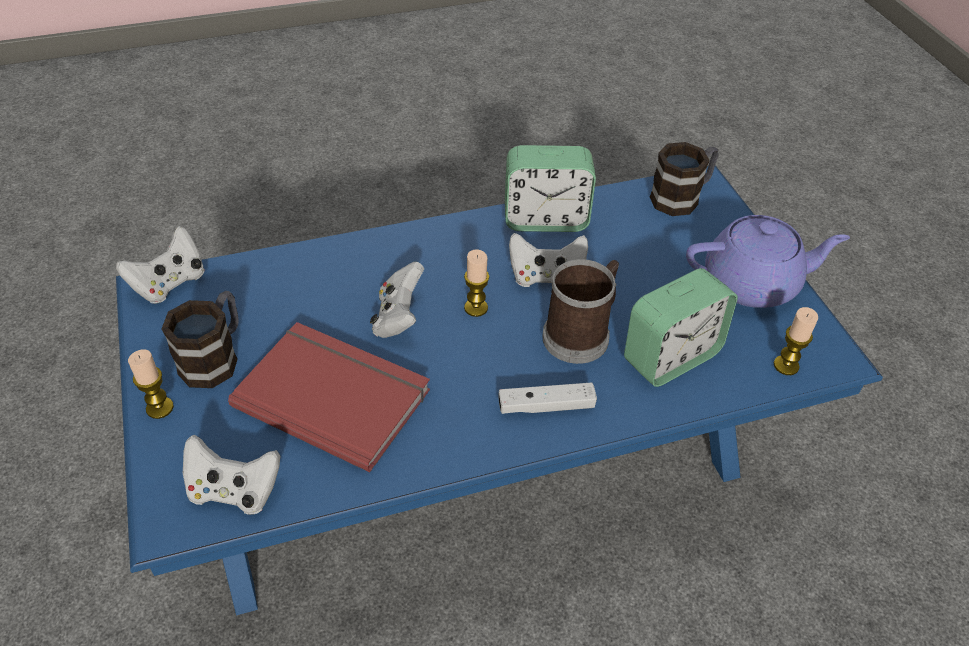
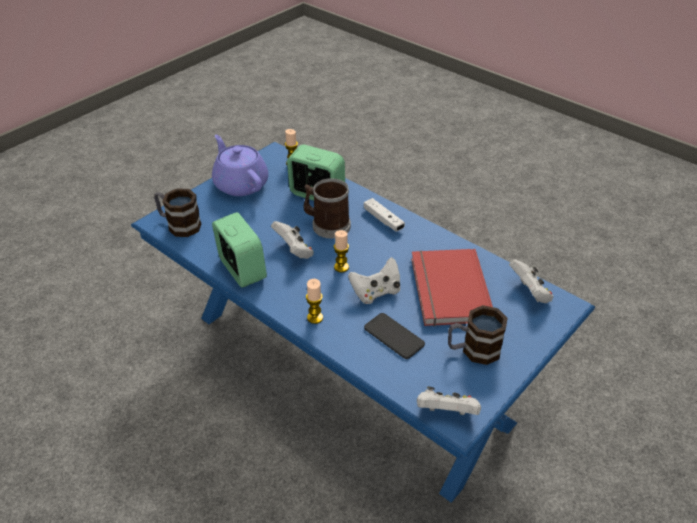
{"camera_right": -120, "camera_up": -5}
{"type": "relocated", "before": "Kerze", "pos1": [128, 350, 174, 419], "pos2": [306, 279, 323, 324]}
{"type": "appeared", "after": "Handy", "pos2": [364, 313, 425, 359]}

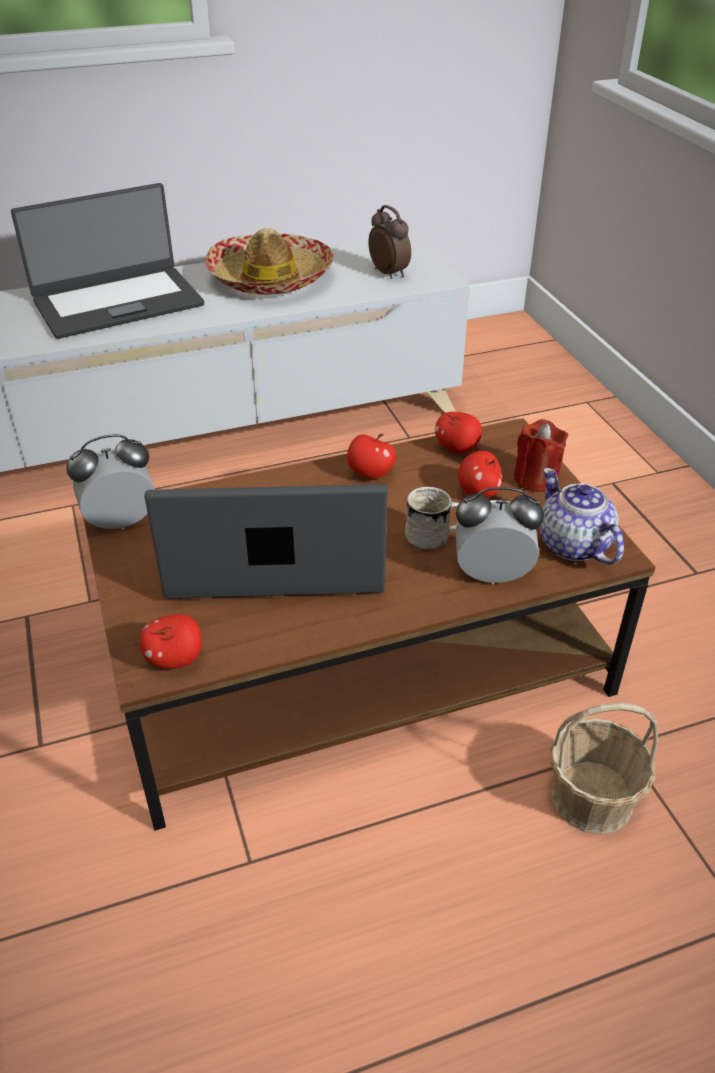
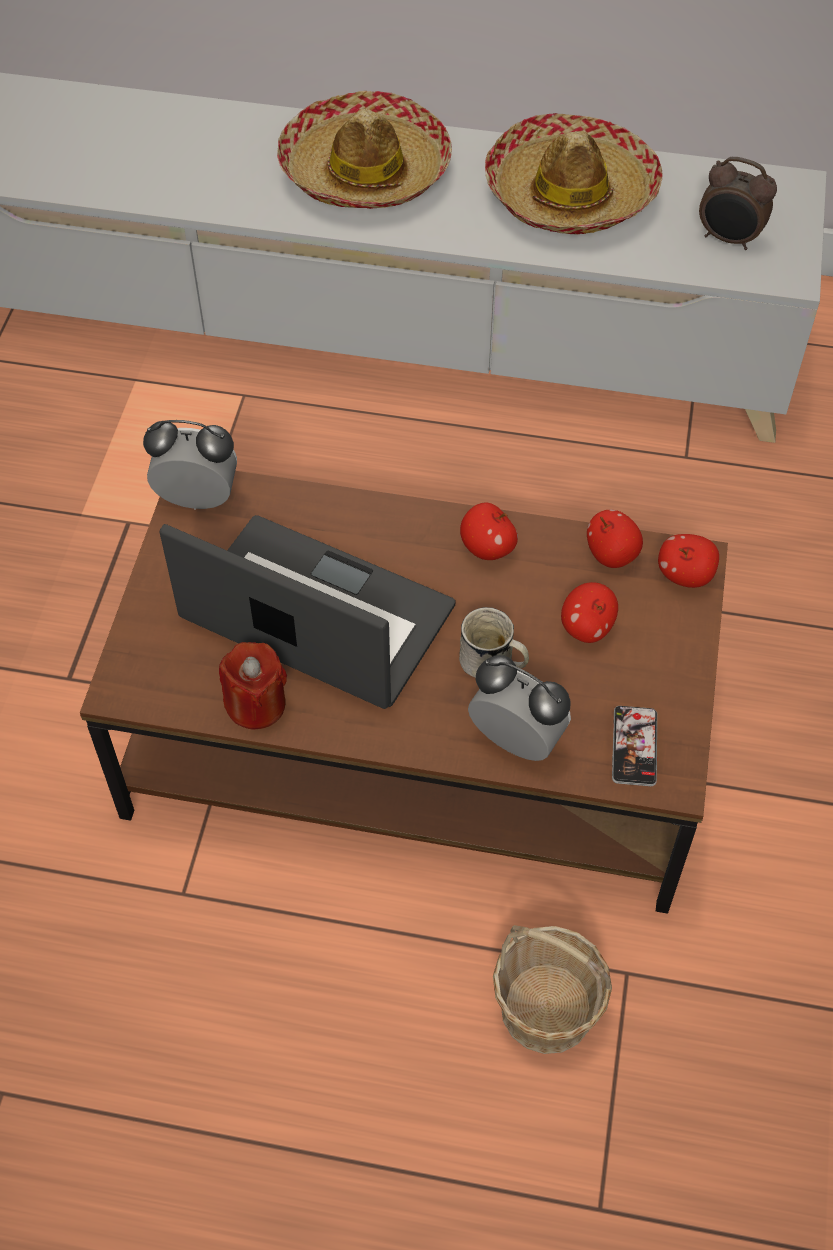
{"camera_right": 30, "camera_up": 15}
{"type": "relocated", "before": "Kerze (rot)", "pos1": [514, 419, 568, 492], "pos2": [219, 642, 287, 729]}
{"type": "exchanged", "before": "Laptop", "after": "Hut", "pos1": [11, 183, 204, 339], "pos2": [277, 91, 452, 209]}
{"type": "exchanged", "before": "Teekanne", "after": "Handy", "pos1": [539, 468, 624, 565], "pos2": [612, 706, 657, 786]}
{"type": "relocated", "before": "Apfel", "pos1": [140, 614, 202, 669], "pos2": [658, 534, 719, 588]}
{"type": "spun", "before": "Wecker", "pos1": [368, 205, 411, 279], "pos2": [699, 157, 777, 250], "turn": 120}

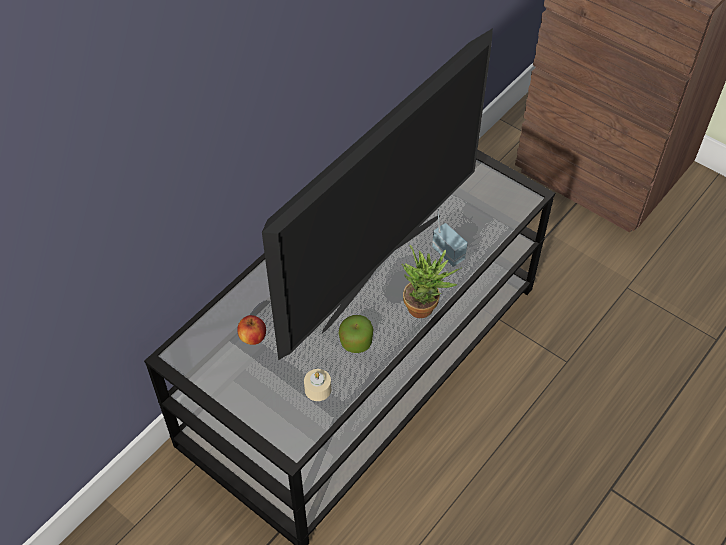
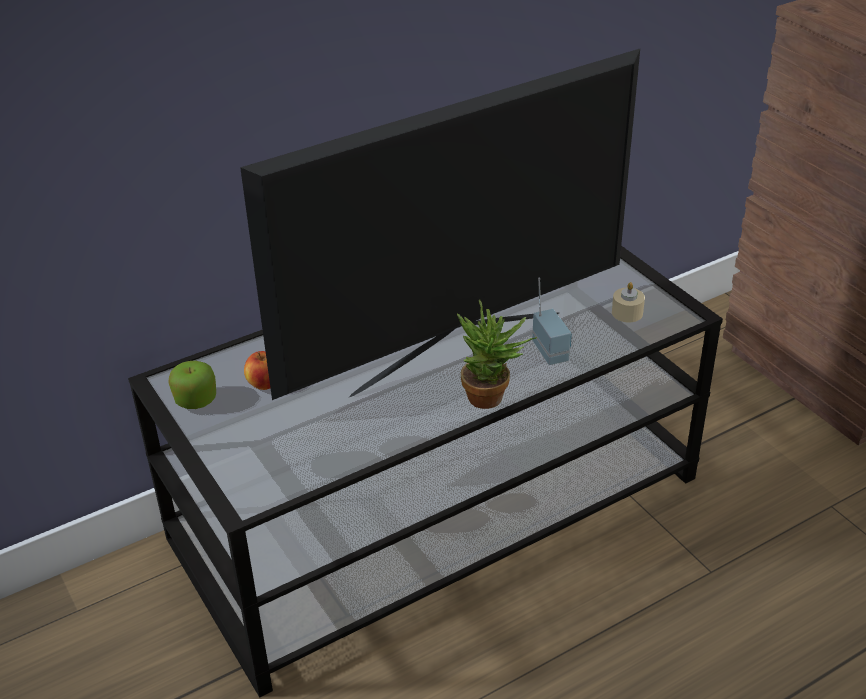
{"camera_right": 20, "camera_up": -15}
{"type": "relocated", "before": "Apfel", "pos1": [339, 315, 373, 353], "pos2": [168, 361, 216, 409]}
{"type": "relocated", "before": "Kerze (beige)", "pos1": [304, 369, 331, 401], "pos2": [612, 282, 645, 322]}

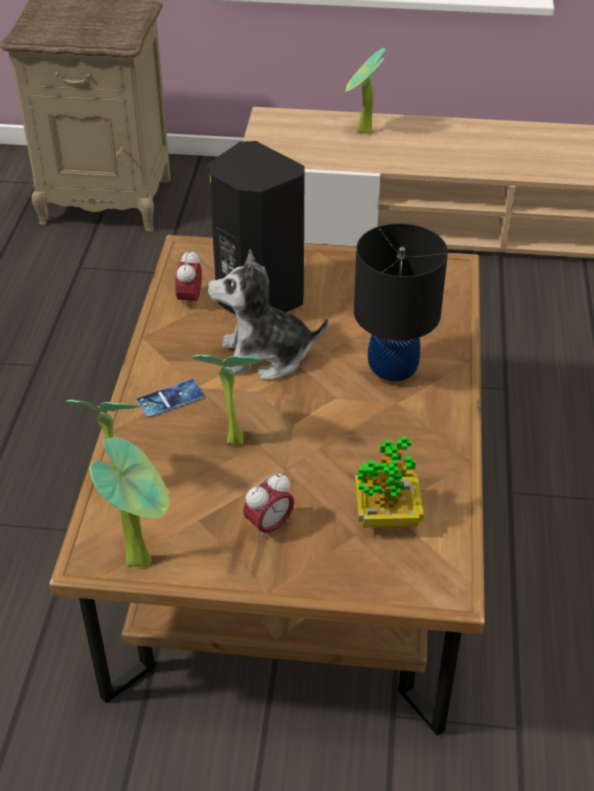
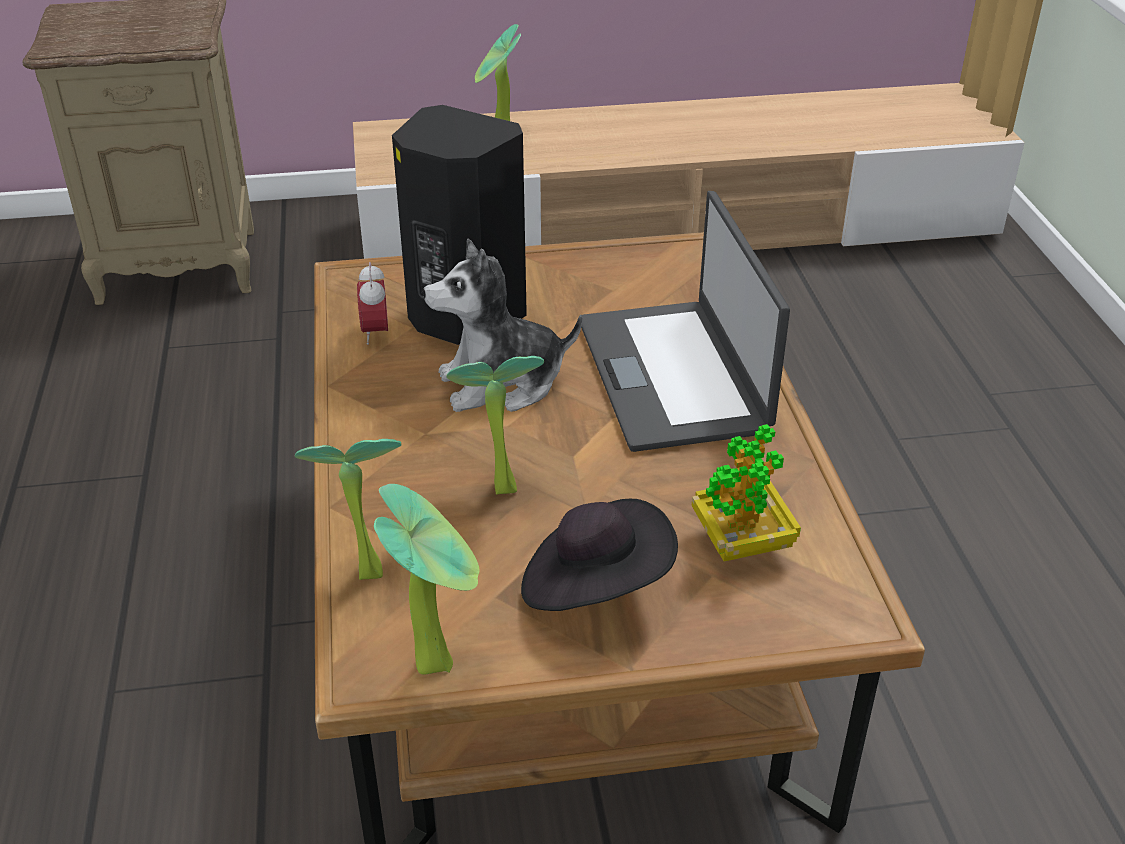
{"camera_right": -15, "camera_up": -5}
{"type": "exchanged", "before": "Wecker", "after": "Hut (schwarz)", "pos1": [243, 473, 294, 540], "pos2": [521, 499, 678, 611]}
{"type": "exchanged", "before": "Tischlampe (schwarz)", "after": "Laptop", "pos1": [354, 223, 448, 382], "pos2": [581, 191, 790, 452]}
{"type": "missing", "before": "Handy", "pos1": [137, 379, 205, 417]}

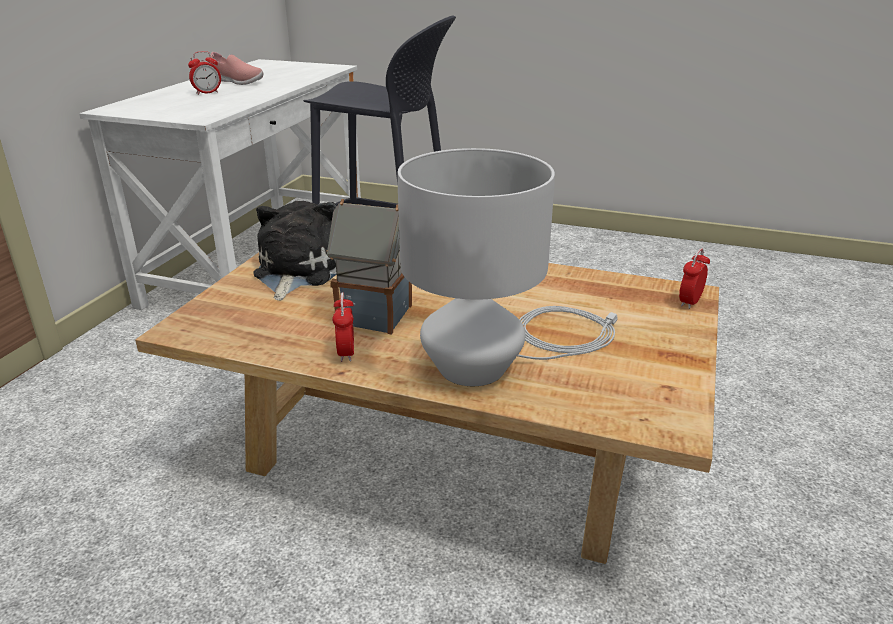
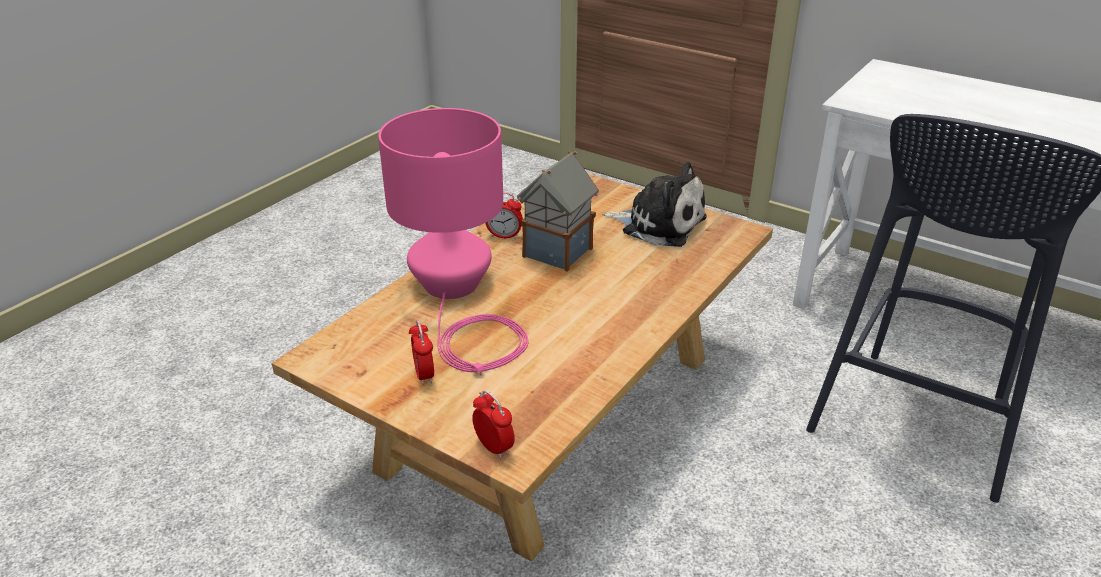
{"camera_right": 105, "camera_up": 5}
{"type": "colour", "before": "Tischlampe (grau)", "after": "Tischlampe (rosa)", "pos1": [398, 148, 617, 386], "pos2": [378, 108, 528, 376]}
{"type": "relocated", "before": "Wecker", "pos1": [188, 51, 221, 95], "pos2": [409, 320, 434, 385]}
{"type": "missing", "before": "Schuh (rosa)", "pos1": [209, 52, 263, 85]}

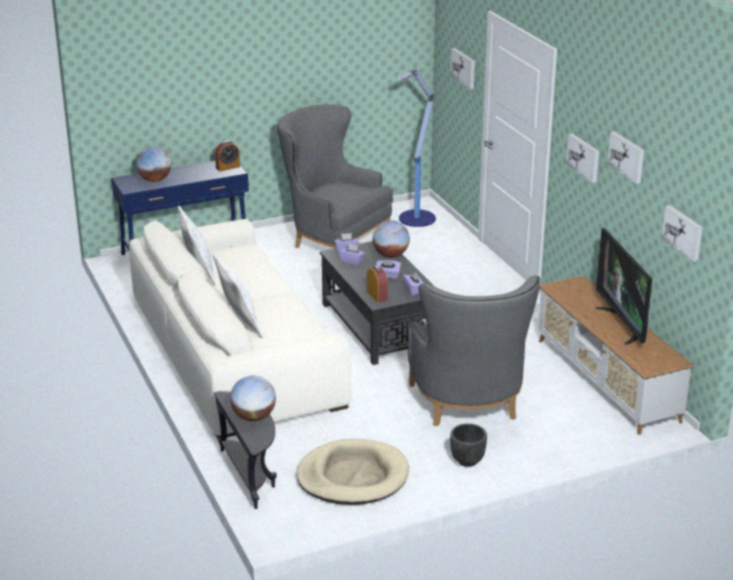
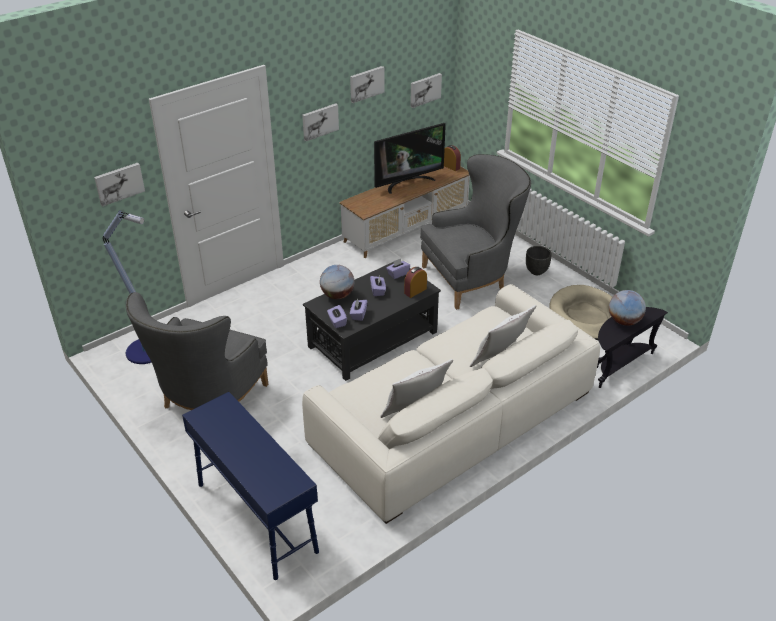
{"camera_right": -105, "camera_up": 10}
{"type": "relocated", "before": "Wecker", "pos1": [215, 141, 240, 171], "pos2": [444, 145, 461, 171]}
{"type": "missing", "before": "Globus", "pos1": [136, 147, 171, 182]}

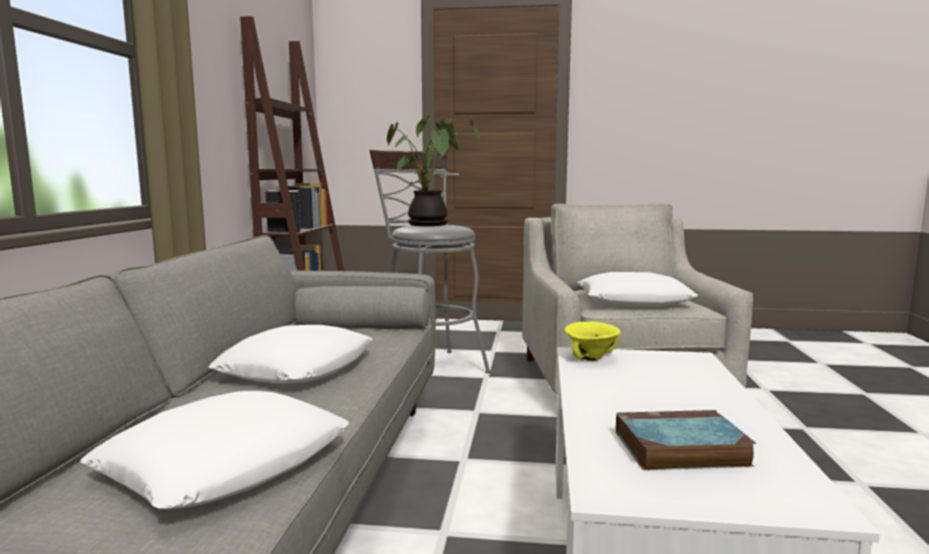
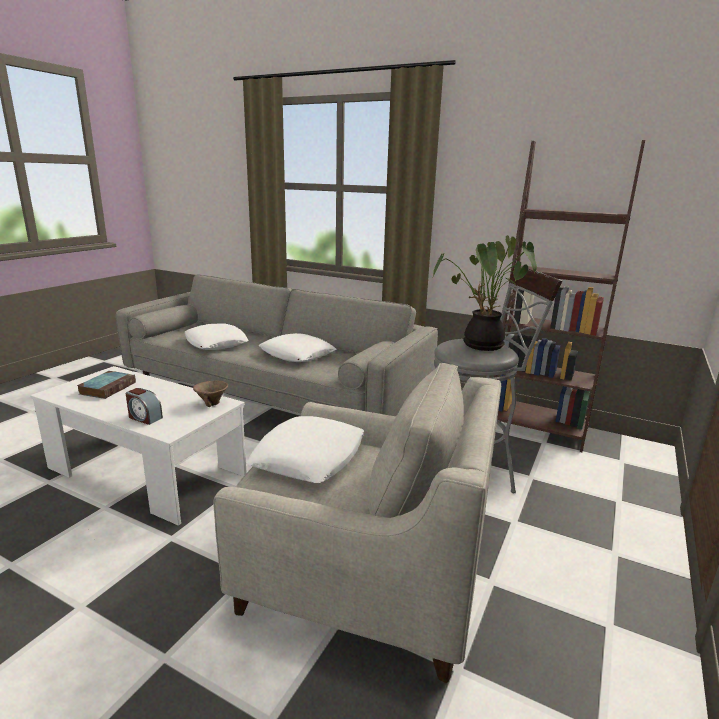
{"camera_right": 110, "camera_up": 10}
{"type": "appeared", "after": "Wecker", "pos2": [126, 388, 163, 425]}
{"type": "colour", "before": "Schüssel (gelb)", "after": "Schüssel (braun)", "pos1": [564, 322, 621, 361], "pos2": [193, 381, 228, 407]}

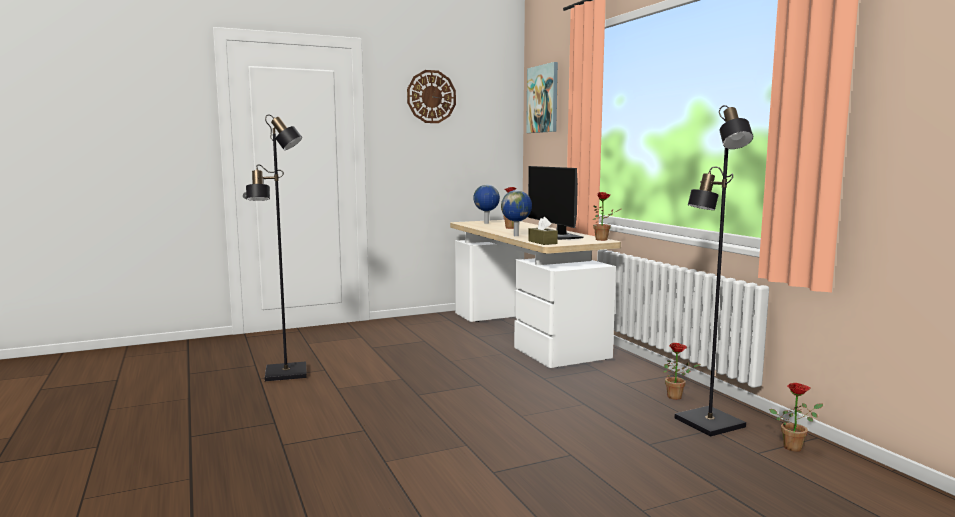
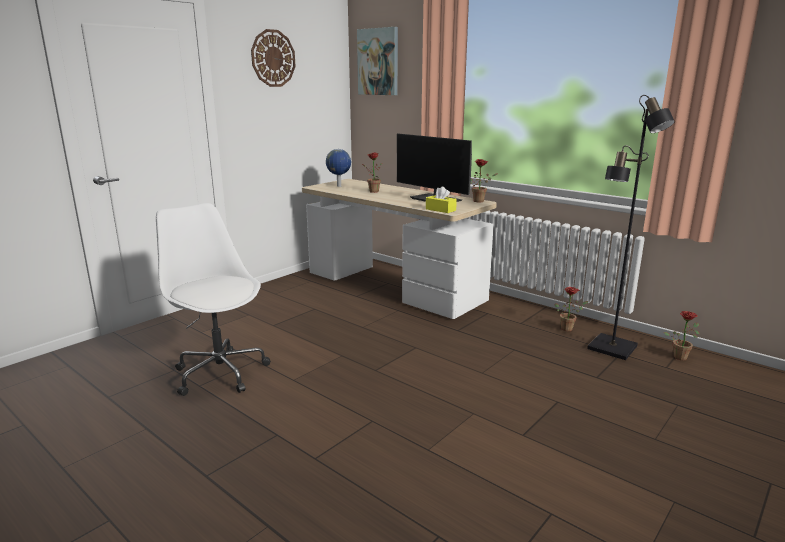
{"camera_right": -25, "camera_up": 10}
{"type": "exchanged", "before": "Stehlampe (schwarz)", "after": "Bürostuhl (weiß)", "pos1": [246, 114, 307, 381], "pos2": [156, 203, 271, 396]}
{"type": "colour", "before": "Taschentuchbox (braun)", "after": "Taschentuchbox (gelb)", "pos1": [528, 217, 558, 245], "pos2": [426, 186, 457, 213]}
{"type": "missing", "before": "Globus", "pos1": [501, 190, 532, 236]}

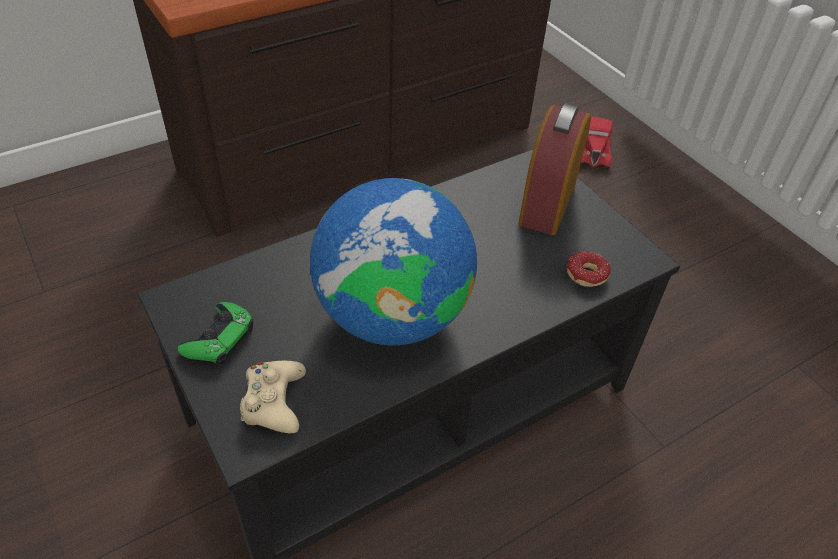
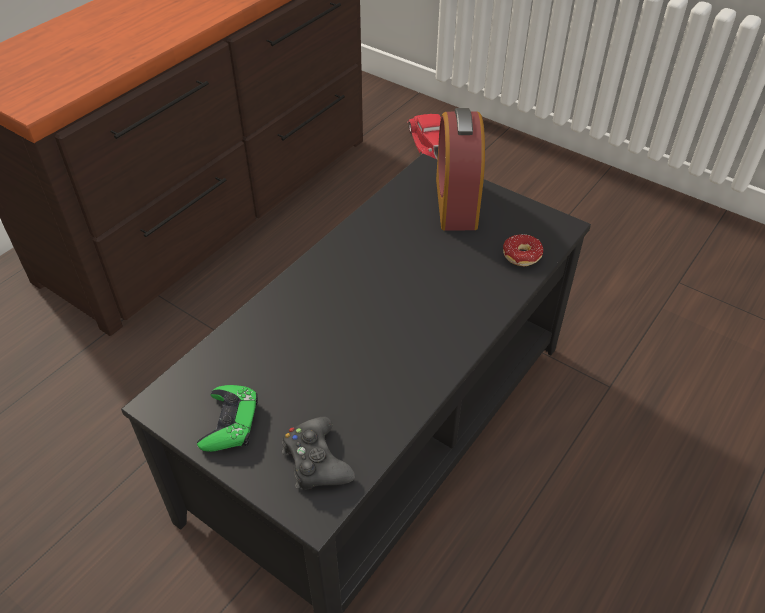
{"camera_right": -20, "camera_up": 0}
{"type": "colour", "before": "Gamepad (beige)", "after": "Gamepad (schwarz)", "pos1": [240, 361, 306, 433], "pos2": [282, 417, 355, 490]}
{"type": "missing", "before": "Globus", "pos1": [310, 178, 477, 345]}

